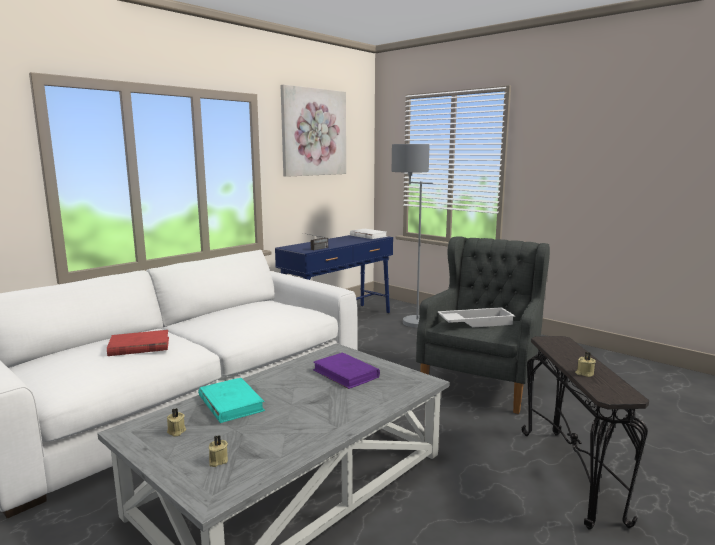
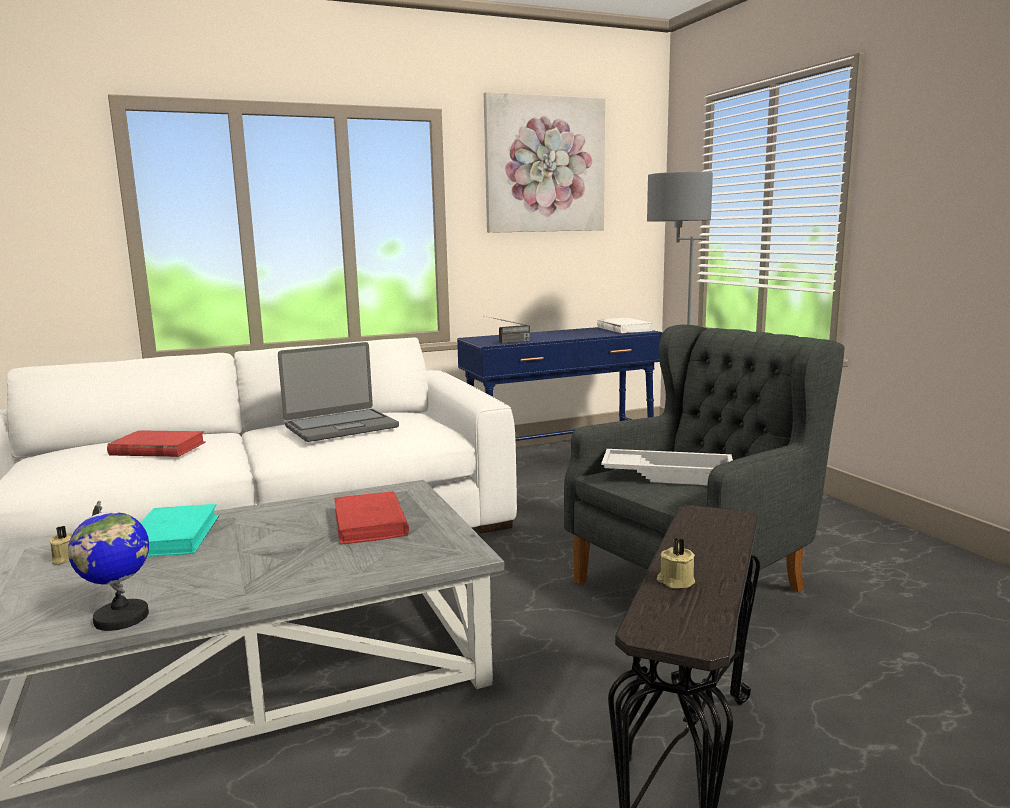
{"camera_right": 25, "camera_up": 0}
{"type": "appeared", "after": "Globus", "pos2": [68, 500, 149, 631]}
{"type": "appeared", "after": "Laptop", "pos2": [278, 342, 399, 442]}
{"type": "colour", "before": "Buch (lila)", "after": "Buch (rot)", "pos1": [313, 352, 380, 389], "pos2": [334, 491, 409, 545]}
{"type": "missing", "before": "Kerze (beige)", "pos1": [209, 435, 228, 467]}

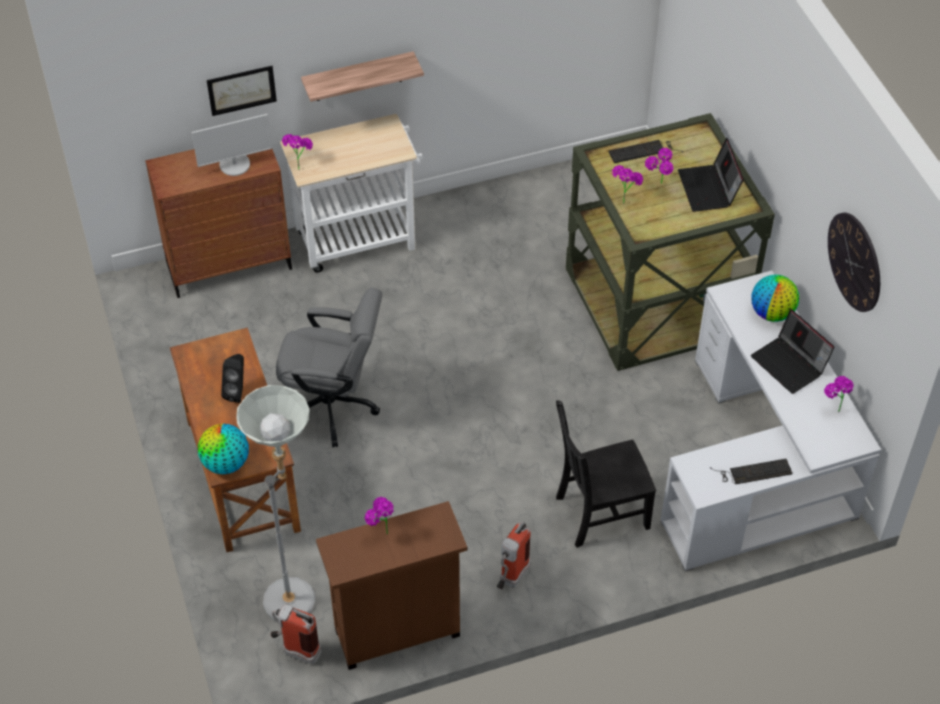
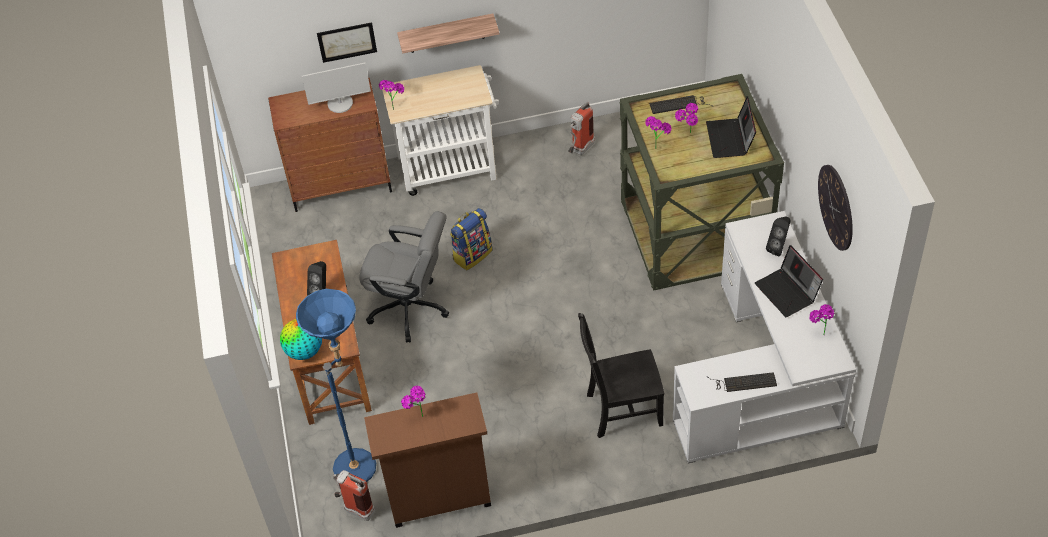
{"camera_right": 10, "camera_up": 0}
{"type": "colour", "before": "Stehlampe (grau)", "after": "Stehlampe (blau)", "pos1": [236, 385, 315, 621], "pos2": [296, 289, 376, 482]}
{"type": "appeared", "after": "Rucksack", "pos2": [450, 208, 492, 270]}
{"type": "relocated", "before": "Feuerlöscher", "pos1": [497, 521, 531, 589], "pos2": [568, 102, 595, 155]}
{"type": "exchanged", "before": "Globus", "after": "Lautsprecher (schwarz)", "pos1": [752, 275, 799, 322], "pos2": [766, 217, 791, 256]}

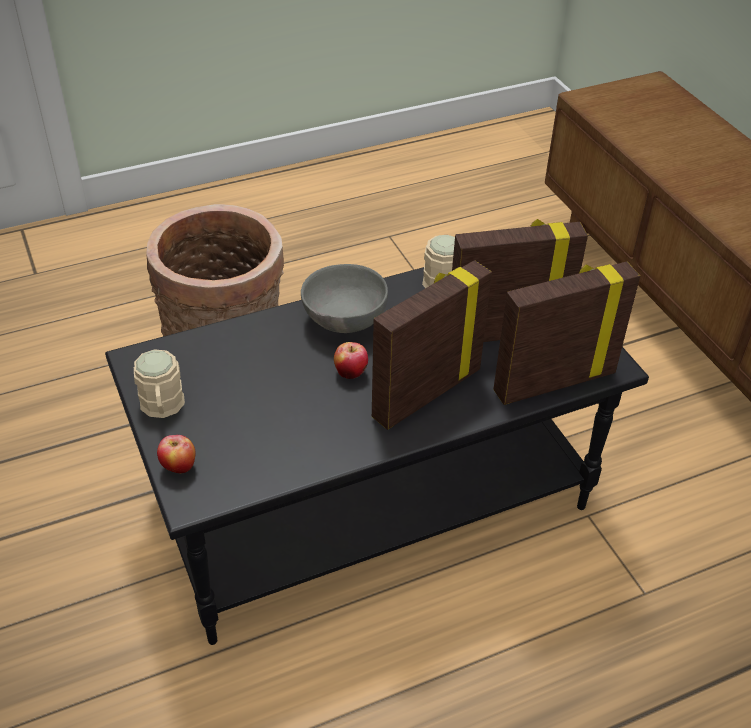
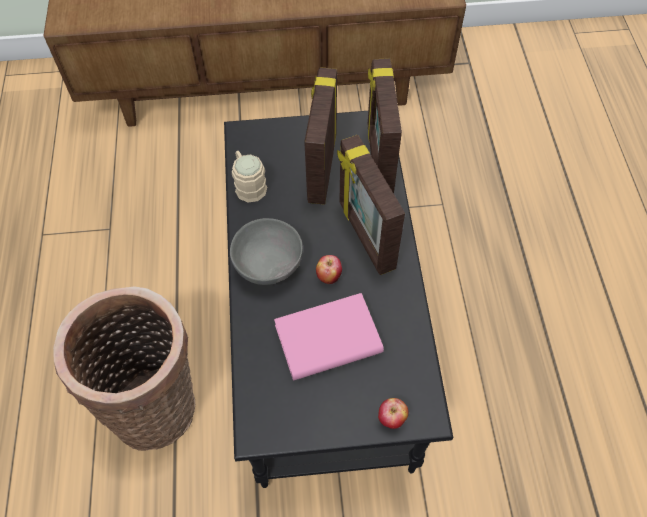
{"camera_right": -70, "camera_up": 15}
{"type": "appeared", "after": "Buch (rosa)", "pos2": [274, 293, 384, 380]}
{"type": "missing", "before": "Henkelbecher (beige)", "pos1": [134, 349, 185, 418]}

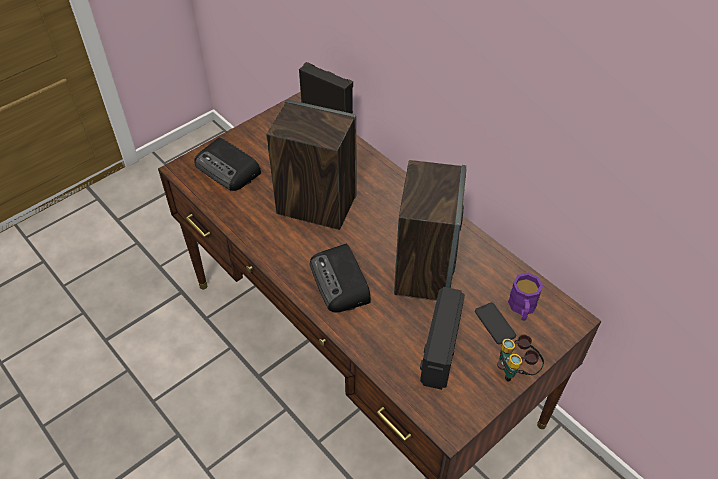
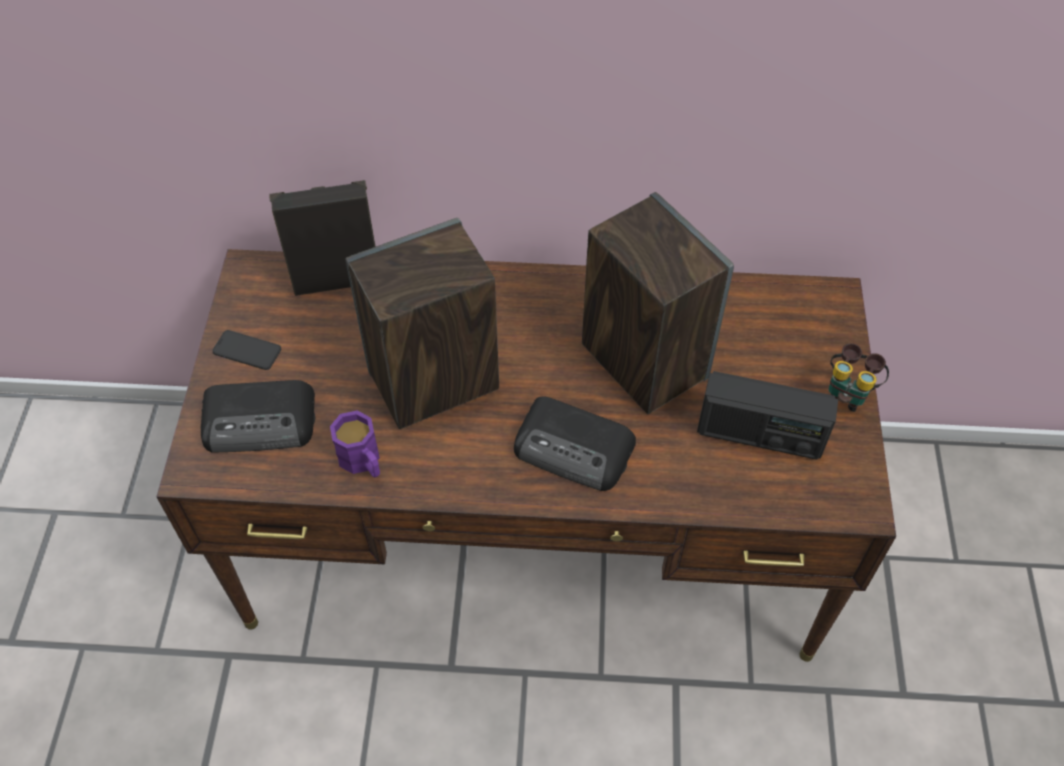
{"camera_right": -45, "camera_up": 5}
{"type": "relocated", "before": "Handy", "pos1": [475, 302, 516, 345], "pos2": [212, 330, 281, 370]}
{"type": "relocated", "before": "Henkelbecher (lila)", "pos1": [508, 273, 543, 320], "pos2": [330, 411, 380, 477]}
{"type": "spun", "before": "Radio", "pos1": [420, 287, 465, 390], "pos2": [697, 371, 838, 460], "turn": -45}

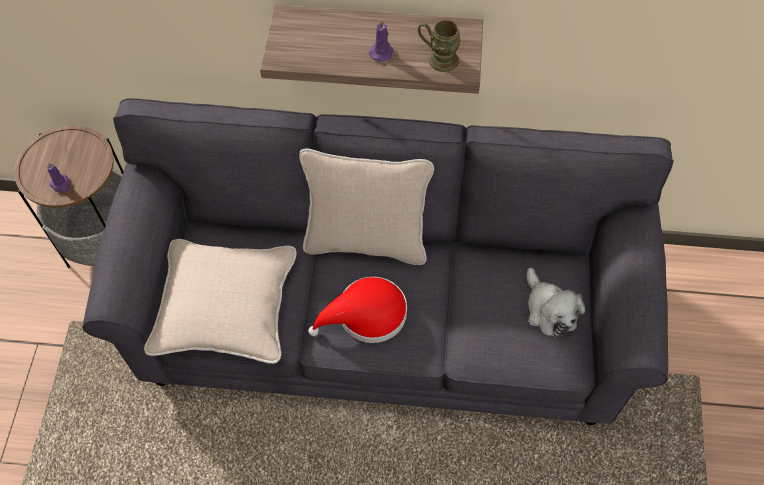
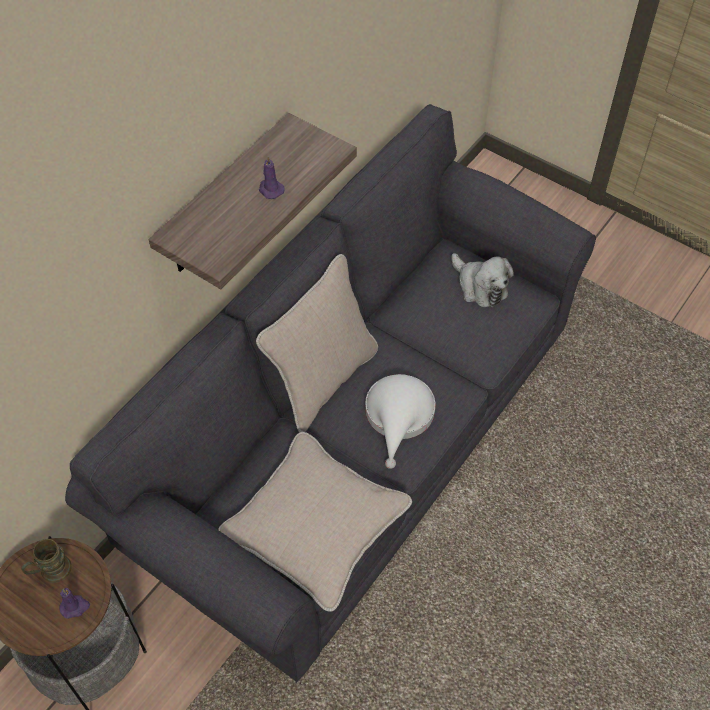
{"camera_right": -60, "camera_up": -5}
{"type": "relocated", "before": "Henkelbecher (braun)", "pos1": [418, 20, 460, 72], "pos2": [21, 539, 72, 583]}
{"type": "colour", "before": "Hut (rot)", "after": "Hut (weiß)", "pos1": [308, 277, 407, 343], "pos2": [365, 374, 435, 469]}
{"type": "spun", "before": "Plüschtier", "pos1": [527, 267, 585, 338], "pos2": [451, 253, 514, 308], "turn": 45}

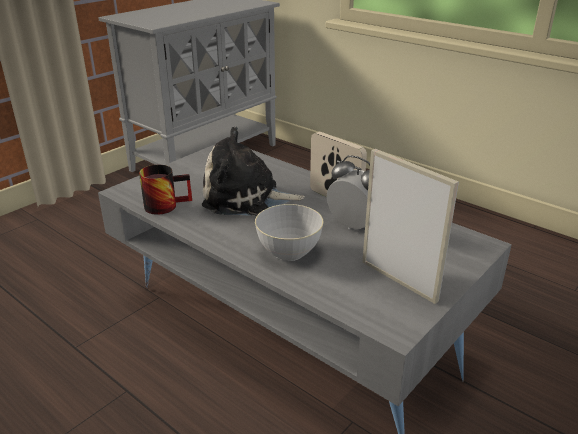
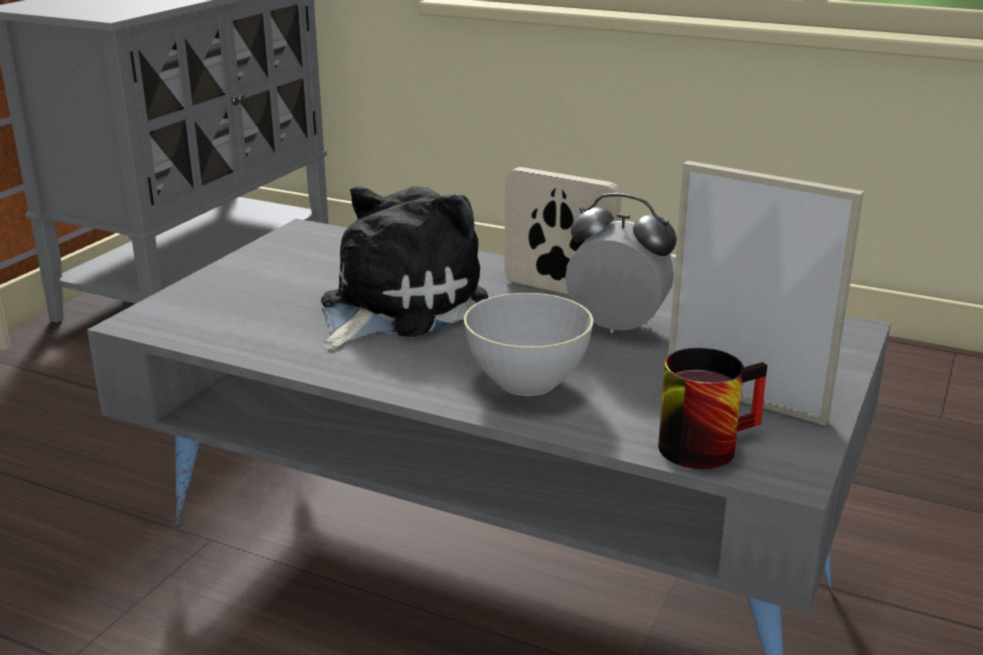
{"camera_right": -15, "camera_up": -5}
{"type": "spun", "before": "Plüschtier", "pos1": [202, 127, 305, 216], "pos2": [321, 186, 488, 350], "turn": 135}
{"type": "relocated", "before": "Henkelbecher", "pos1": [139, 165, 192, 215], "pos2": [658, 348, 767, 469]}

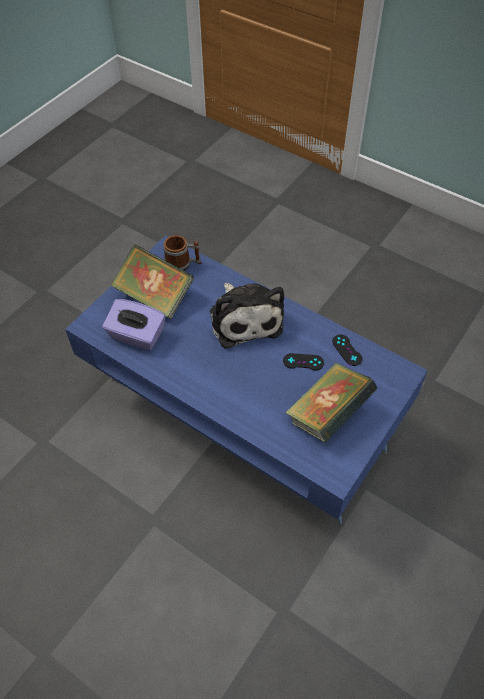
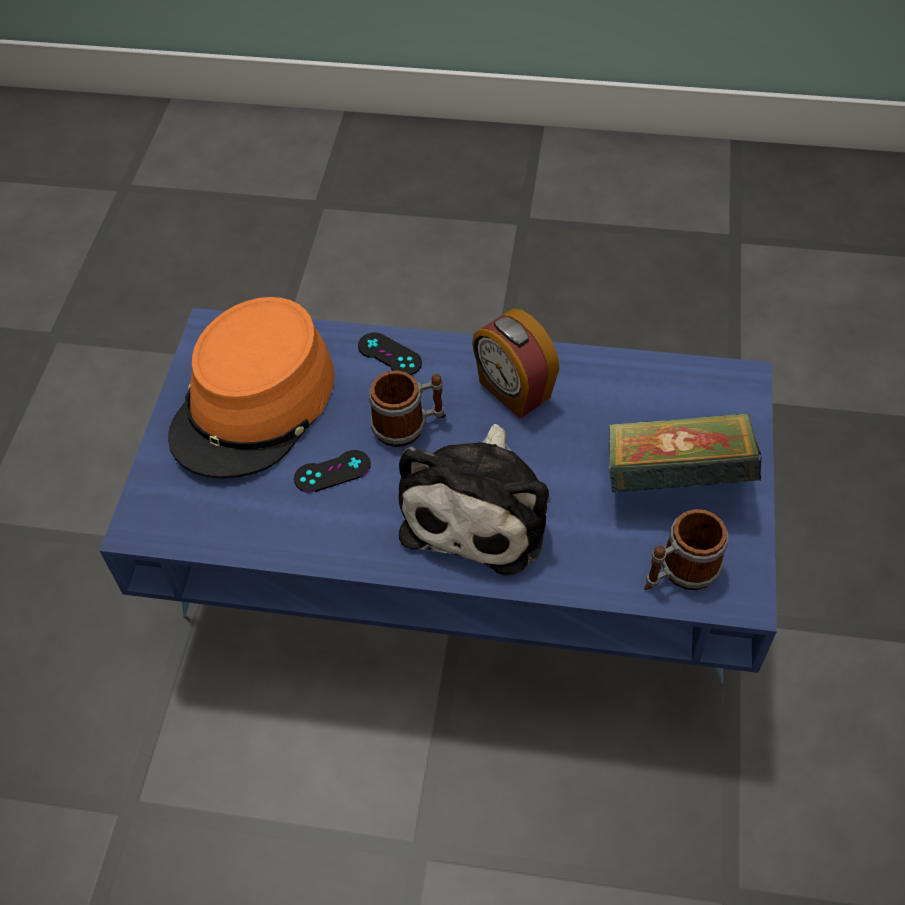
{"camera_right": 155, "camera_up": 0}
{"type": "exchanged", "before": "Buch", "after": "Hut (orange)", "pos1": [286, 363, 377, 443], "pos2": [168, 297, 334, 479]}
{"type": "relocated", "before": "Gamepad (schwarz)", "pos1": [332, 334, 362, 366], "pos2": [358, 332, 422, 375]}
{"type": "appeared", "after": "Henkelbecher", "pos2": [369, 370, 446, 447]}
{"type": "spun", "before": "Plüschtier", "pos1": [210, 283, 284, 348], "pos2": [399, 424, 549, 575], "turn": -120}
{"type": "appeared", "after": "Wecker", "pos2": [472, 308, 559, 419]}
{"type": "missing", "before": "Taschentuchbox (lila)", "pos1": [103, 299, 165, 351]}

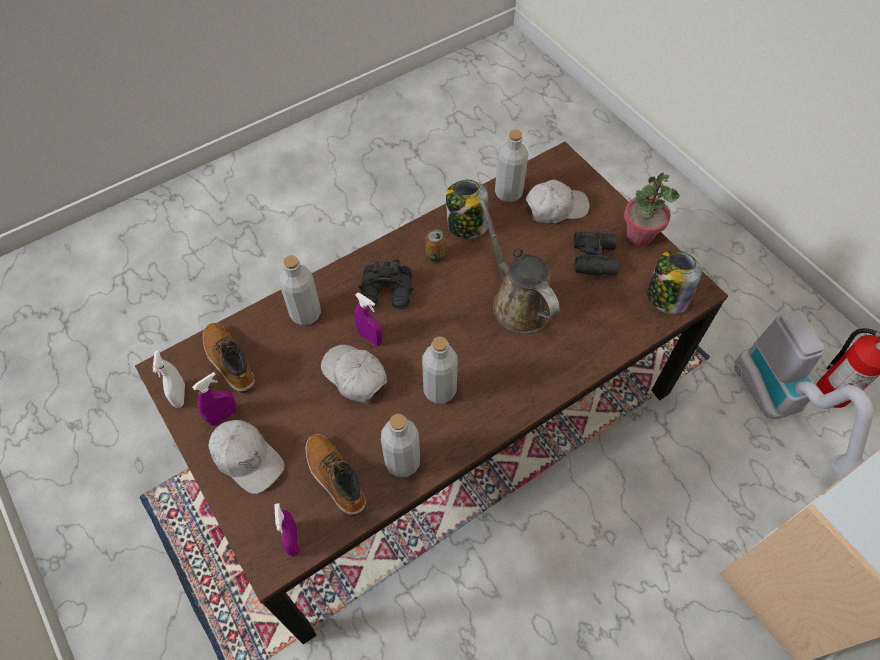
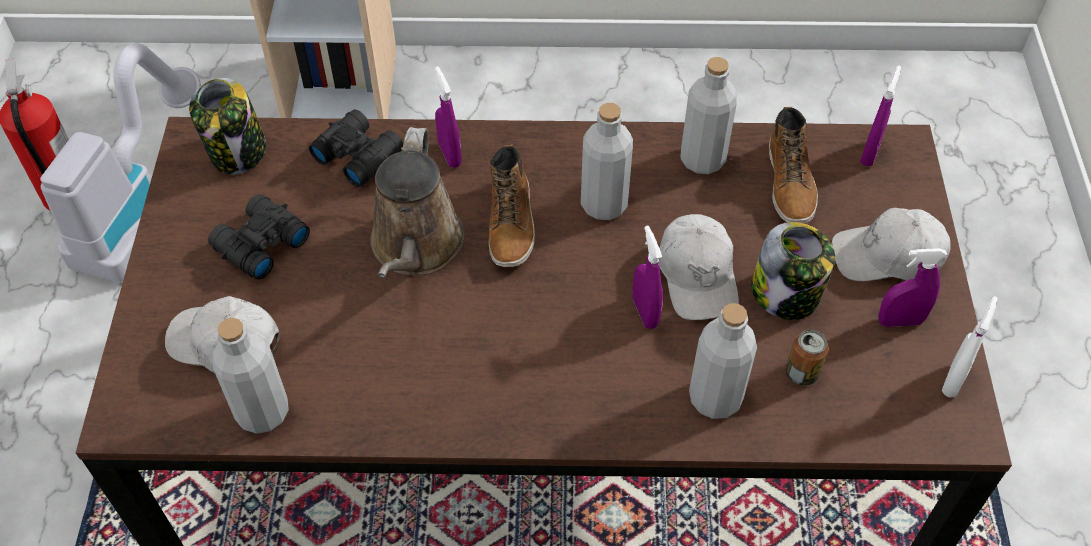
{"camera_right": -145, "camera_up": -5}
{"type": "relocated", "before": "Fernglas (schwarz)", "pos1": [358, 259, 413, 309], "pos2": [309, 109, 403, 187]}
{"type": "appeared", "after": "Sprühflasche (lila)", "pos2": [435, 66, 462, 168]}
{"type": "relocated", "before": "Stiefel", "pos1": [203, 323, 255, 393], "pos2": [489, 145, 535, 267]}
{"type": "relocated", "before": "Vorratsglas", "pos1": [446, 180, 489, 239], "pos2": [751, 222, 835, 320]}
{"type": "relocated", "before": "Dose", "pos1": [425, 229, 445, 263], "pos2": [785, 329, 829, 386]}
{"type": "spun", "before": "Kappe (weiß)", "pos1": [209, 420, 285, 494], "pos2": [832, 208, 951, 281], "turn": -75}
{"type": "missing", "before": "Topfpflanze", "pos1": [624, 172, 680, 246]}

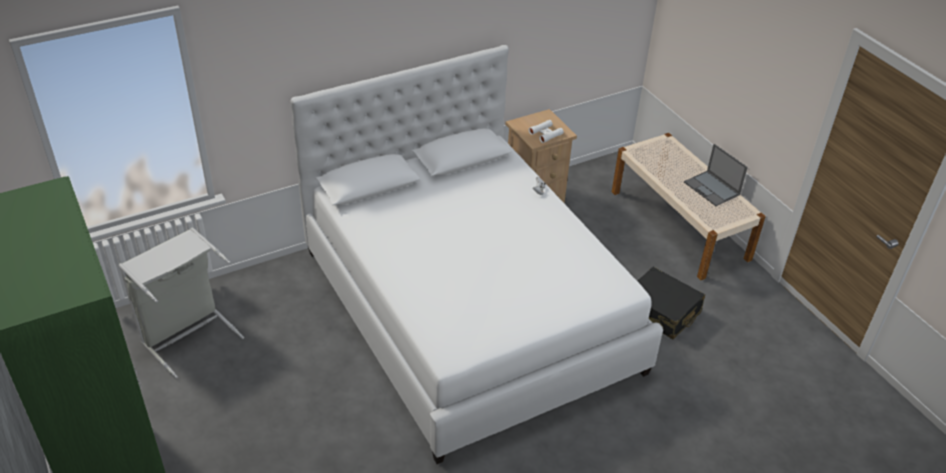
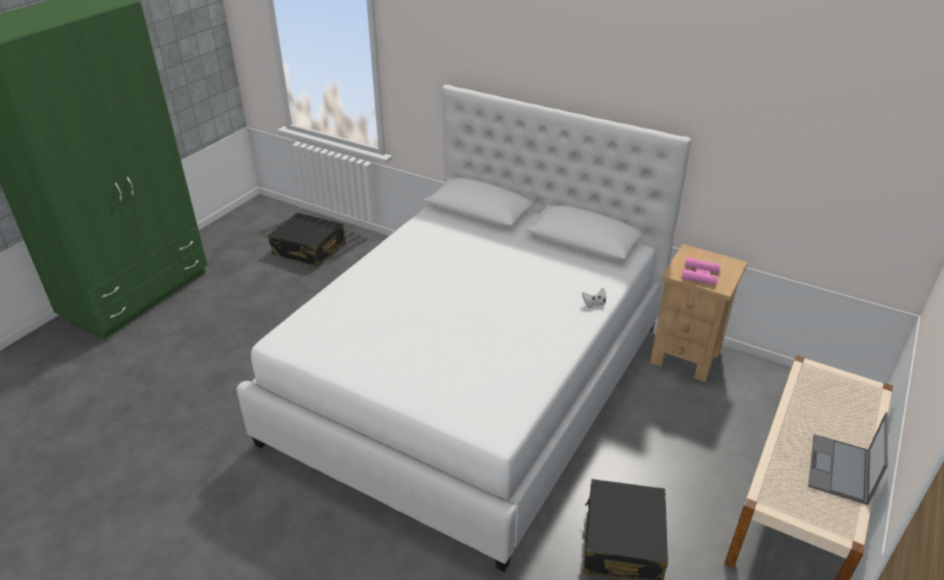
{"camera_right": 60, "camera_up": -5}
{"type": "exchanged", "before": "Wäschekorb (grau)", "after": "Koffer (schwarz)", "pos1": [118, 227, 244, 378], "pos2": [268, 213, 346, 267]}
{"type": "colour", "before": "Fernglas (weiß)", "after": "Fernglas (rosa)", "pos1": [529, 120, 564, 143], "pos2": [681, 257, 721, 285]}

